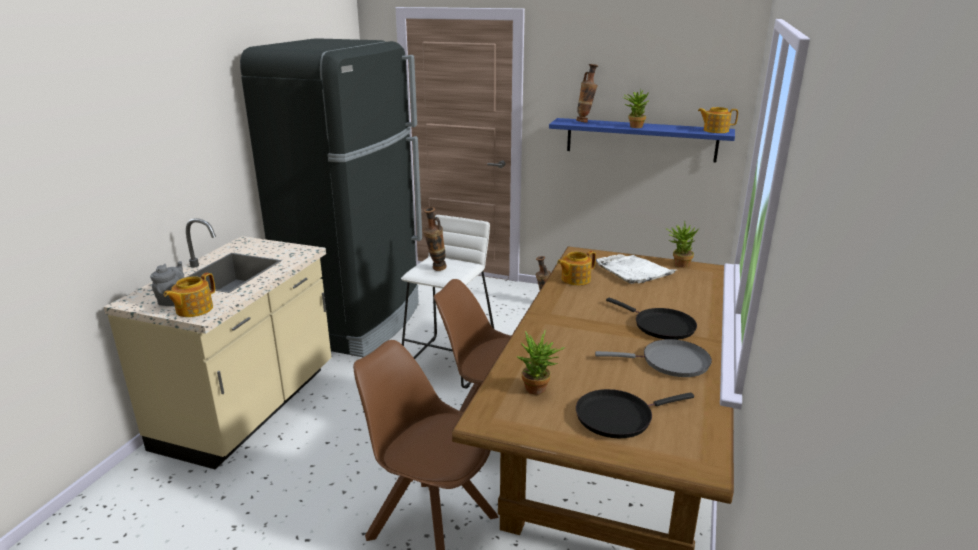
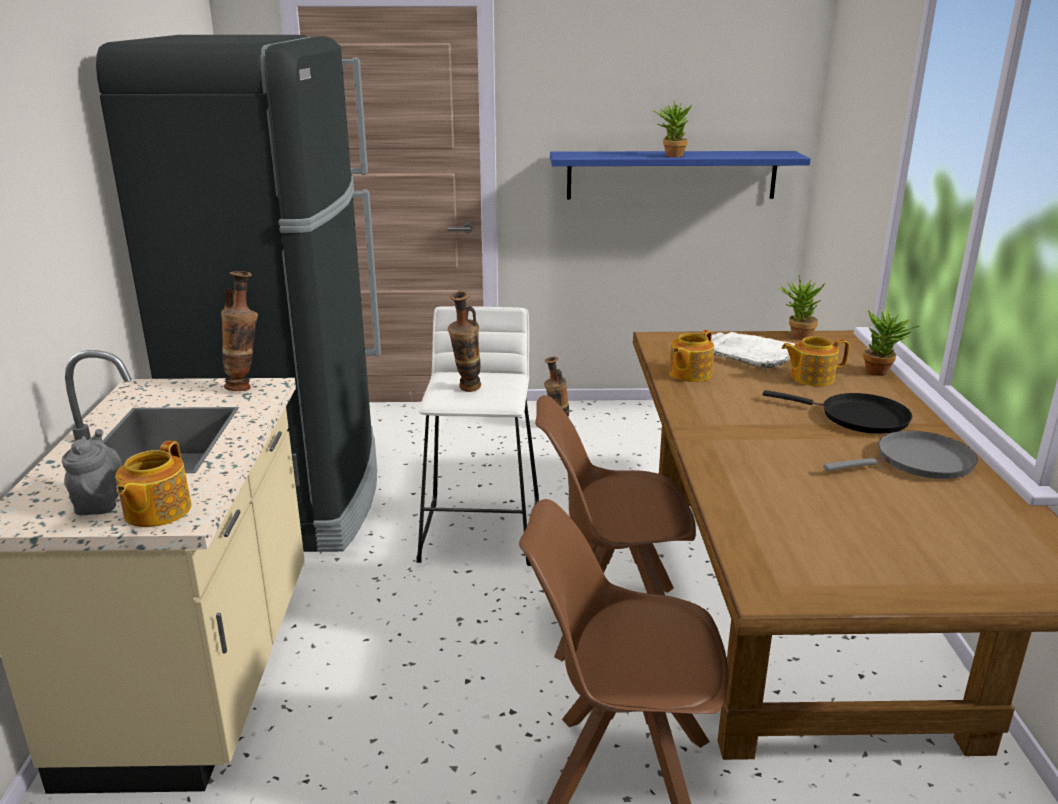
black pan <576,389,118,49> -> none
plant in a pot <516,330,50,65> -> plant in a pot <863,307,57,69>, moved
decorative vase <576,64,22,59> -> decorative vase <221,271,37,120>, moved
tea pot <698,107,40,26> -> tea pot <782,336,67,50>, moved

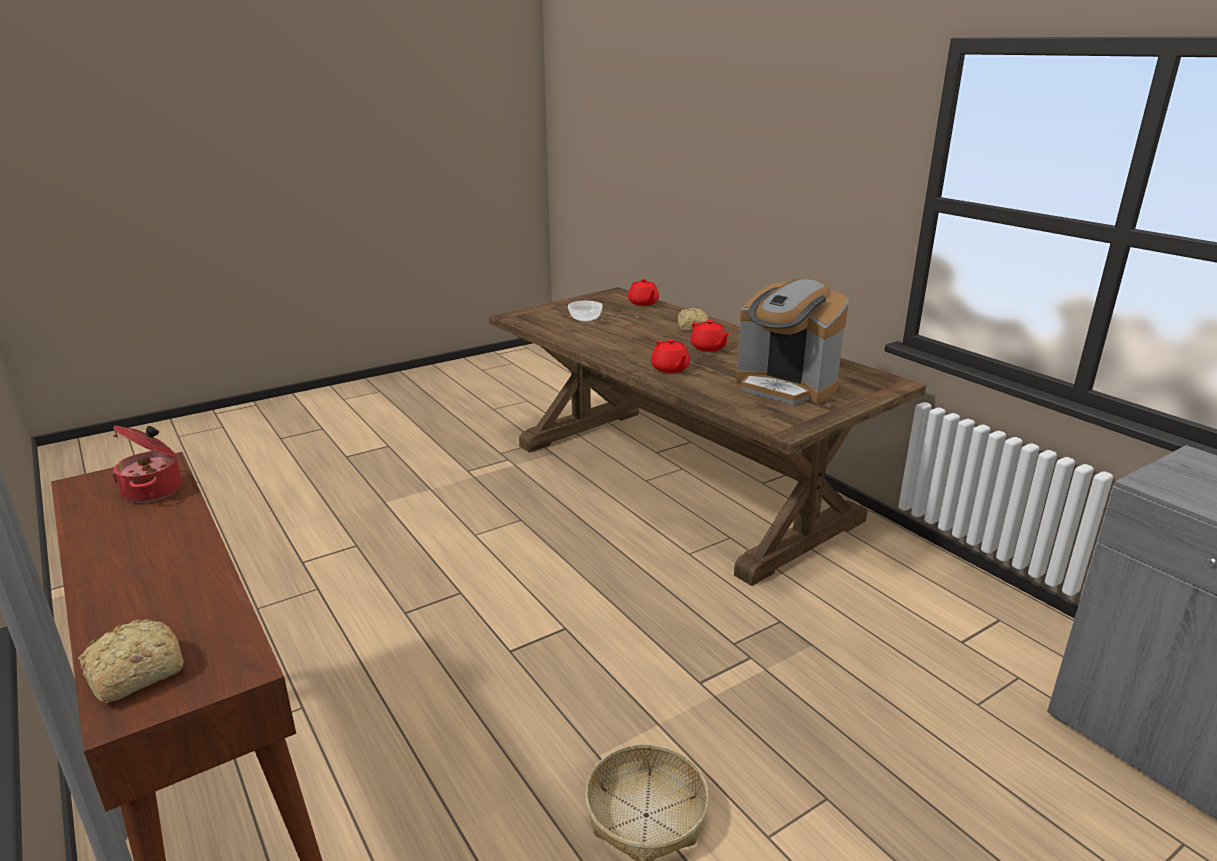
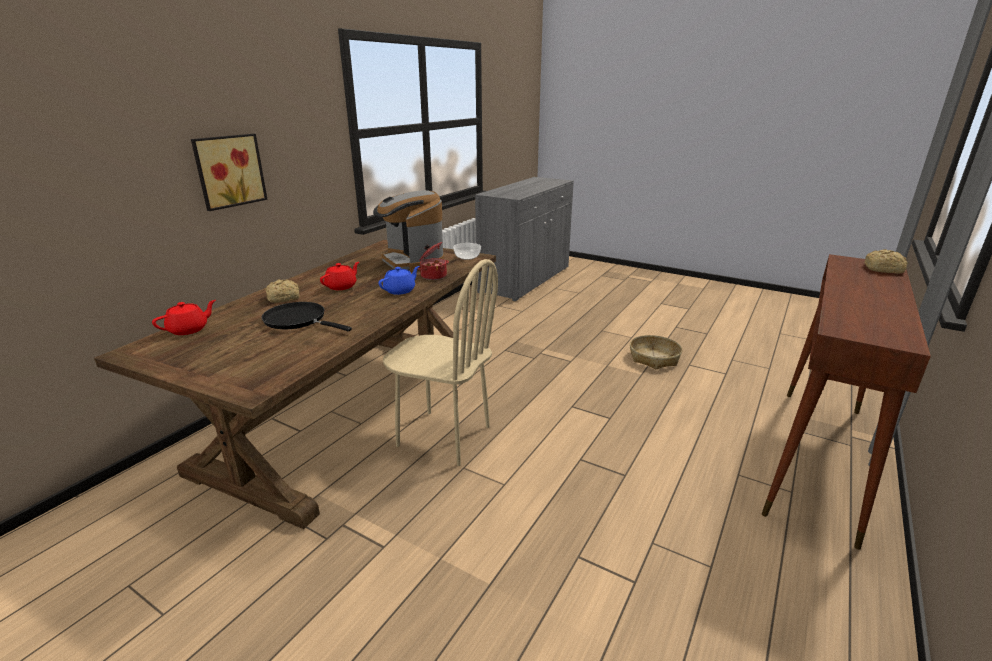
none -> picture <191,134,77,77>
none -> black pan <261,302,91,29>
none -> sand-coloured upright chair <383,259,115,207>
stockpot <112,426,70,77> -> stockpot <418,242,31,38>, moved
serving bowl <568,301,35,21> -> serving bowl <453,243,28,17>, moved
red tea pot <651,339,39,34> -> blue tea pot <379,266,40,29>
coffee machine <736,279,112,126> -> coffee machine <373,190,71,82>, 135 degrees clockwise

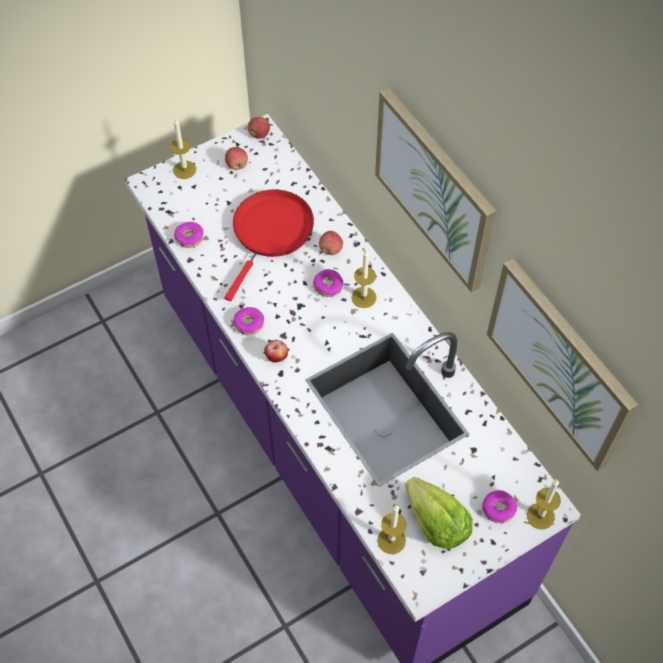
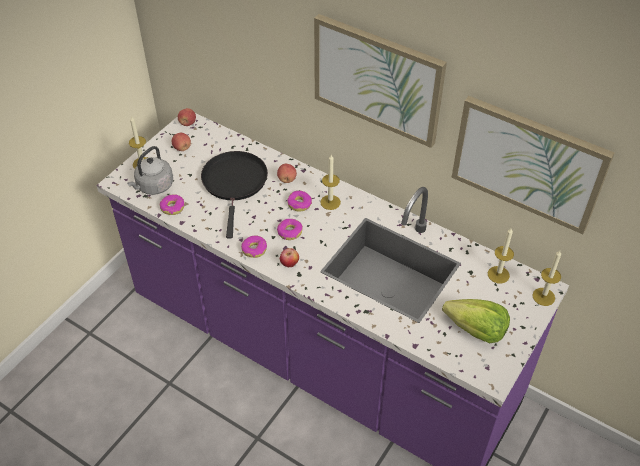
none -> grey tea kettle <127,146,46,49>
wax candle <377,505,29,49> -> wax candle <488,228,26,56>, moved
doughnut <482,490,35,34> -> doughnut <277,219,26,21>, moved
red pan <225,190,89,111> -> black pan <201,151,67,87>

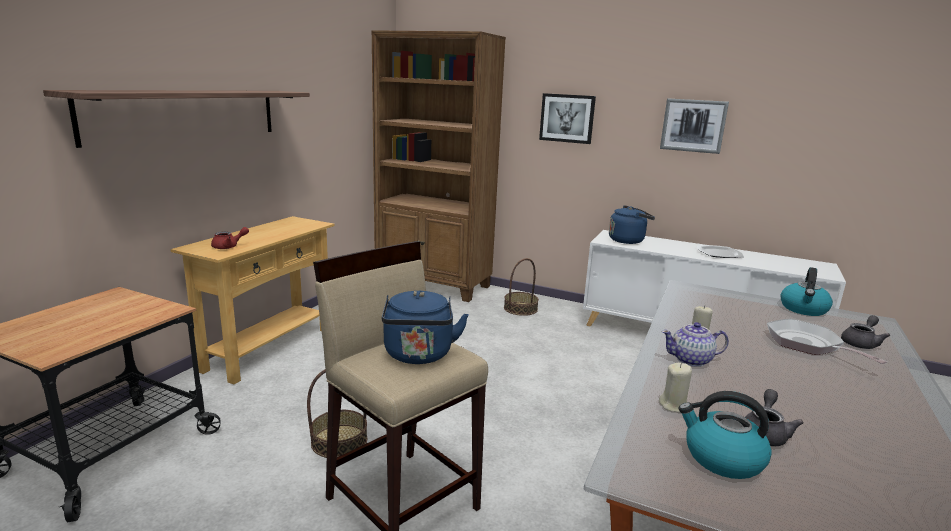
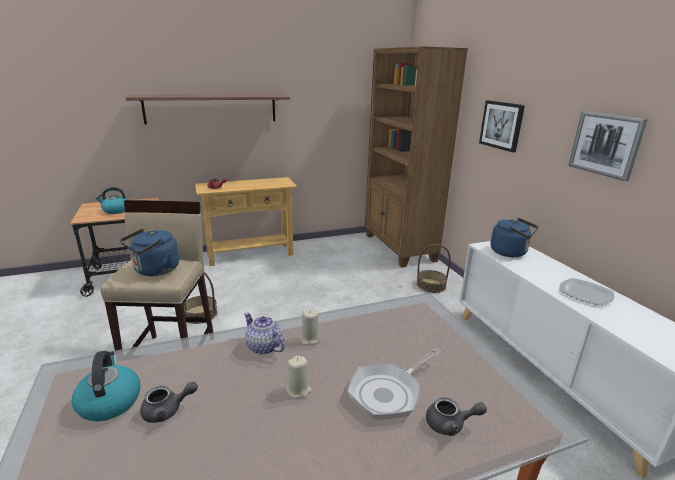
sand-coloured wax candle <659,363,33,50> -> sand-coloured wax candle <286,356,26,42>, moved
tea kettle <780,267,53,49> -> tea kettle <95,187,32,27>, moved
pan <767,319,120,45> -> pan <347,348,94,72>, 150 degrees counterclockwise

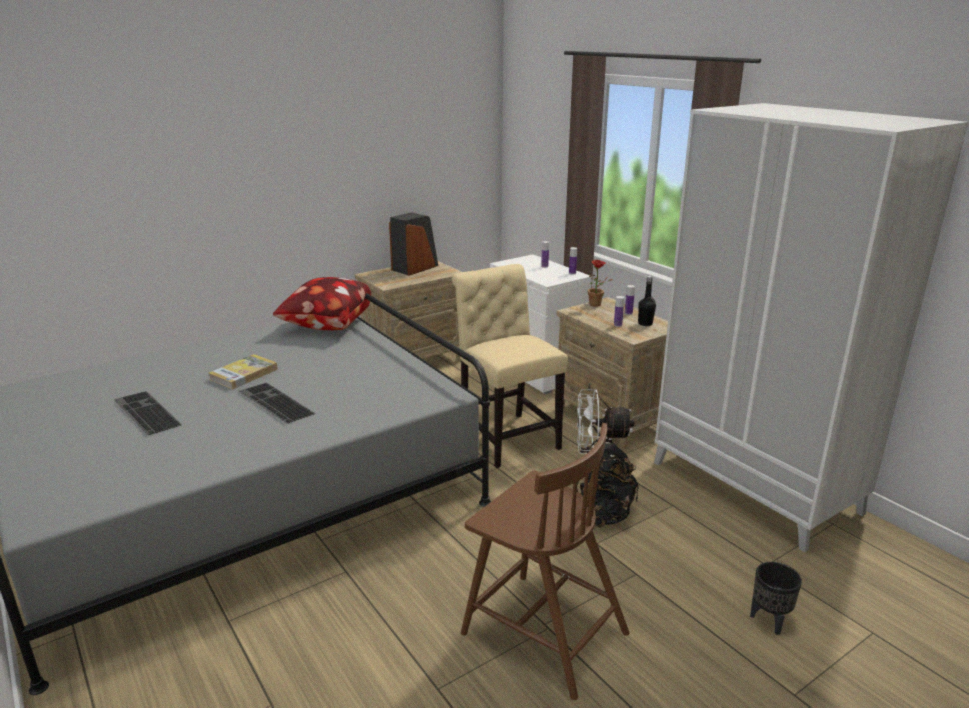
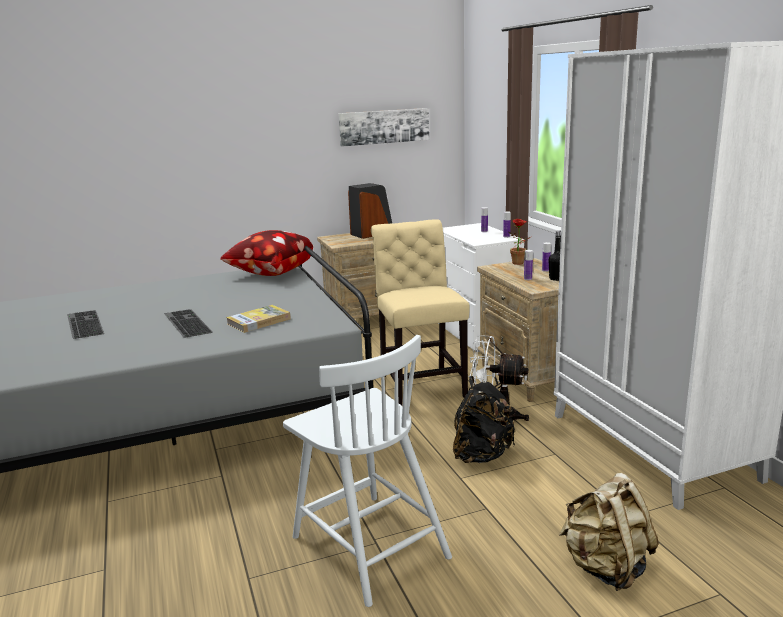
none -> picture <338,108,91,39>
book <209,354,69,35> -> book <226,305,65,28>, moved
black planter <750,562,52,73> -> sand-coloured rucksack <558,473,101,118>
brownish upright chair <461,423,168,277> -> white-coloured upright chair <283,335,169,272>

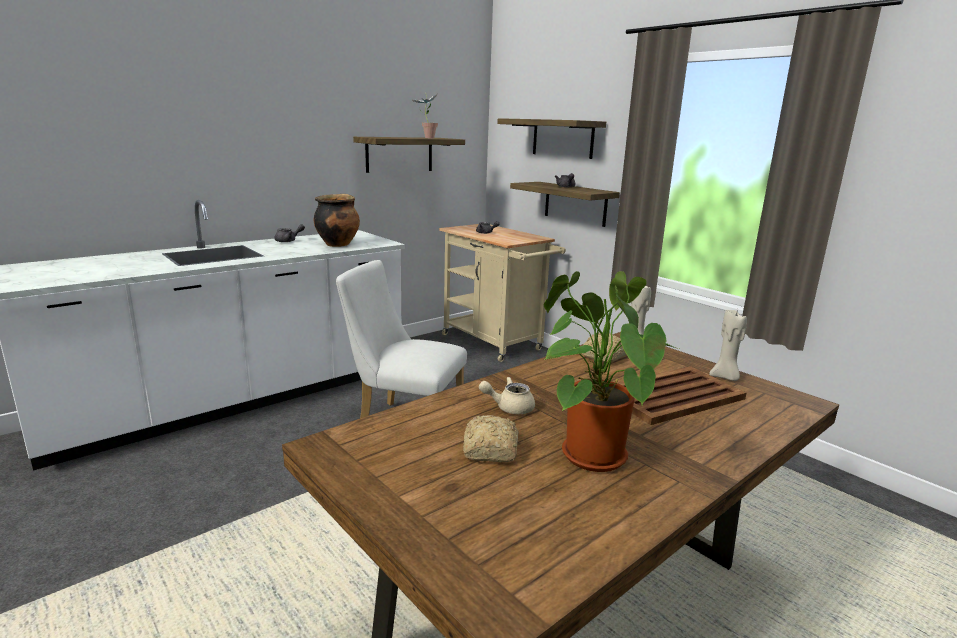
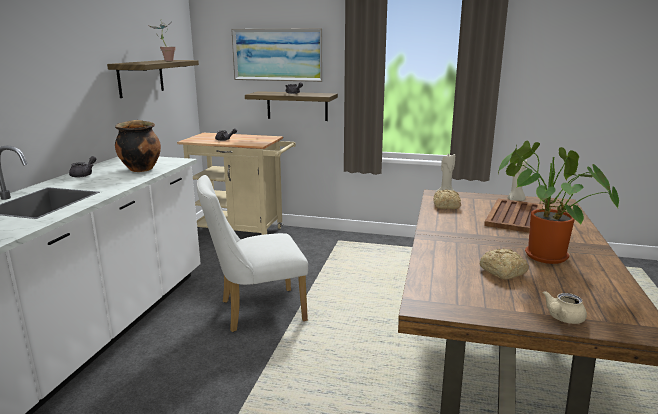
sand-coloured tea pot <479,377,56,37> -> sand-coloured tea pot <543,291,44,33>, moved
wall shelf <497,118,109,41> -> picture <231,28,92,54>

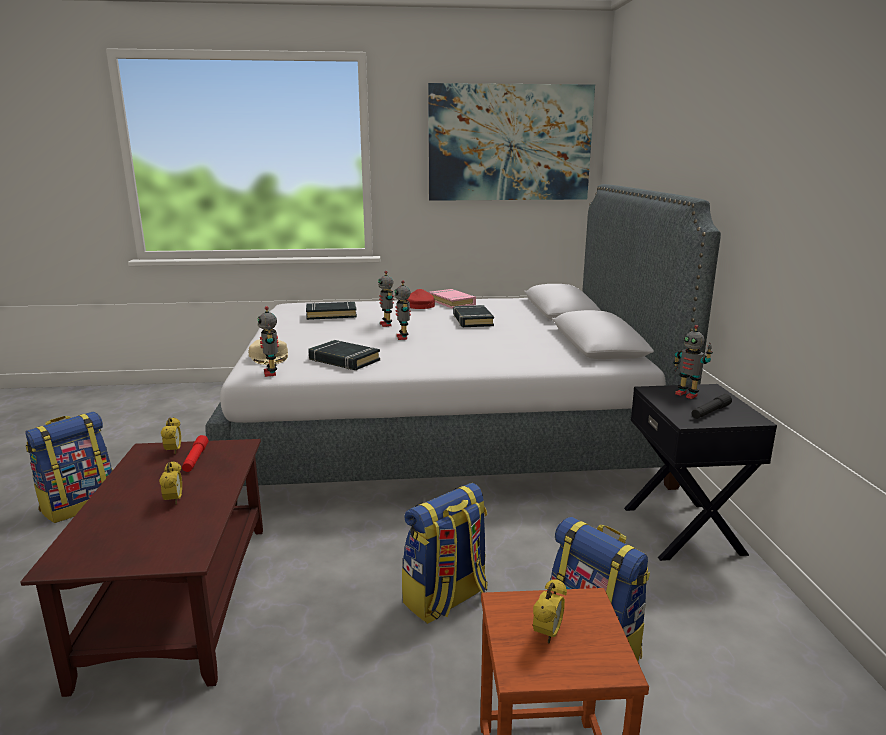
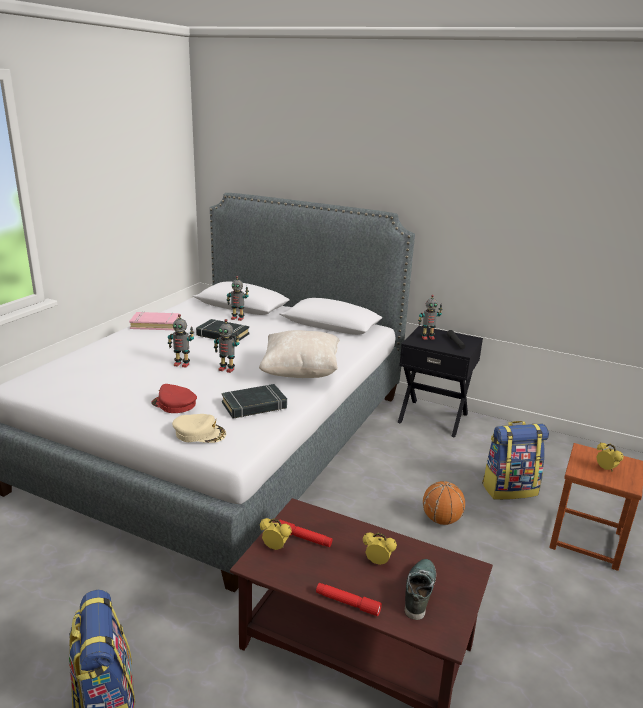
black book <306,302,51,18> -> none
picture <428,83,167,118> -> none
none -> sand-coloured throw pillow <259,330,81,48>
none -> red torch <316,583,66,33>
none -> item of footwear <405,559,31,61>
toy robot <258,306,21,71> -> toy robot <227,276,22,45>, moved
red peaked cap <407,289,28,20> -> red peaked cap <151,384,46,29>, moved
rucksack <402,483,86,141> -> basketball ball <423,481,42,44>

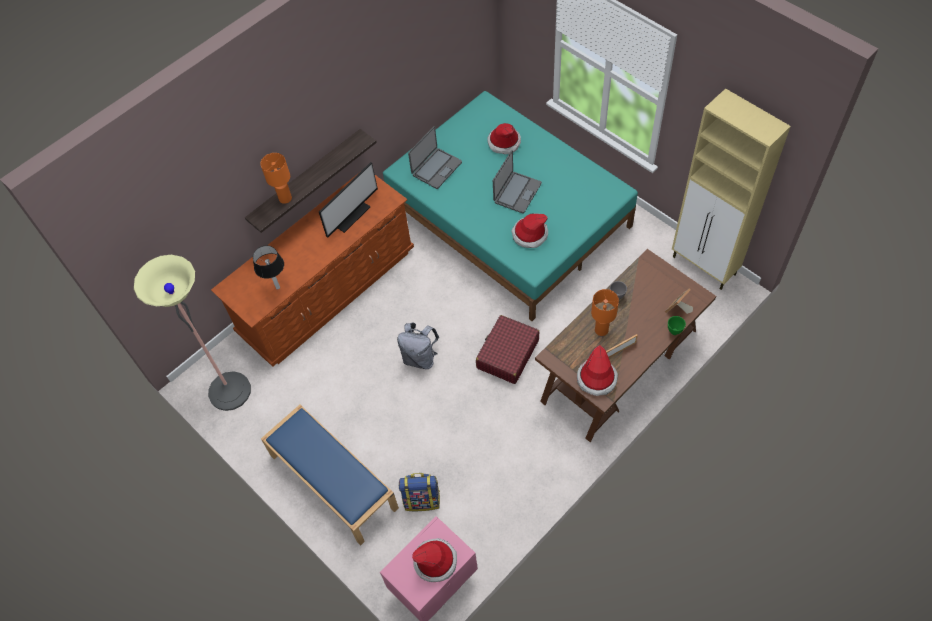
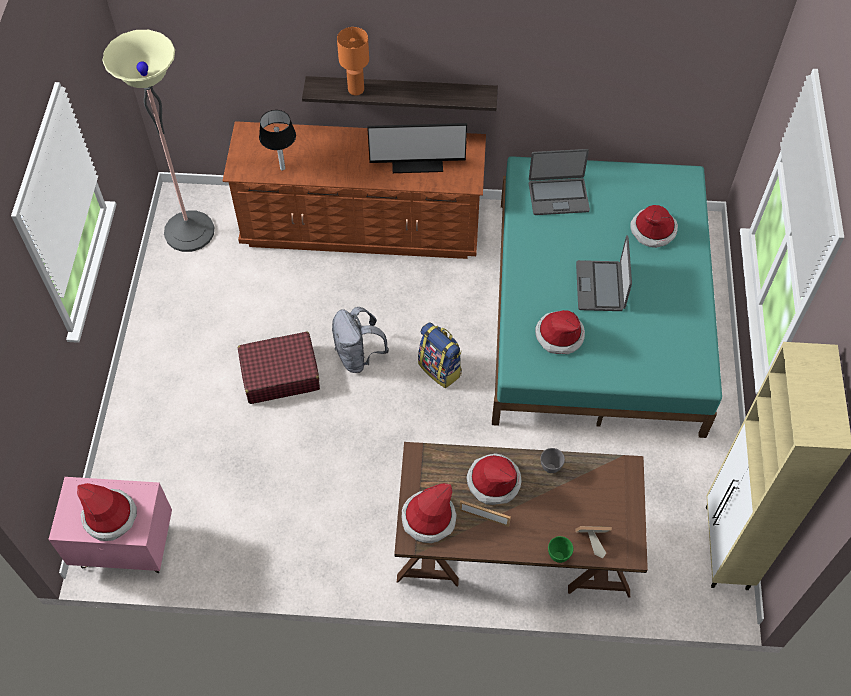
blue indoor bench <261,405,138,141> -> none
rucksack <399,473,41,38> -> rucksack <418,322,44,66>, moved
red suitcase <476,315,63,69> -> red suitcase <238,331,82,73>, moved
orange tabletop lamp <591,289,28,47> -> wearable hat <466,453,56,52>
notebook computer <493,150,49,64> -> notebook computer <576,235,56,76>, 105 degrees clockwise

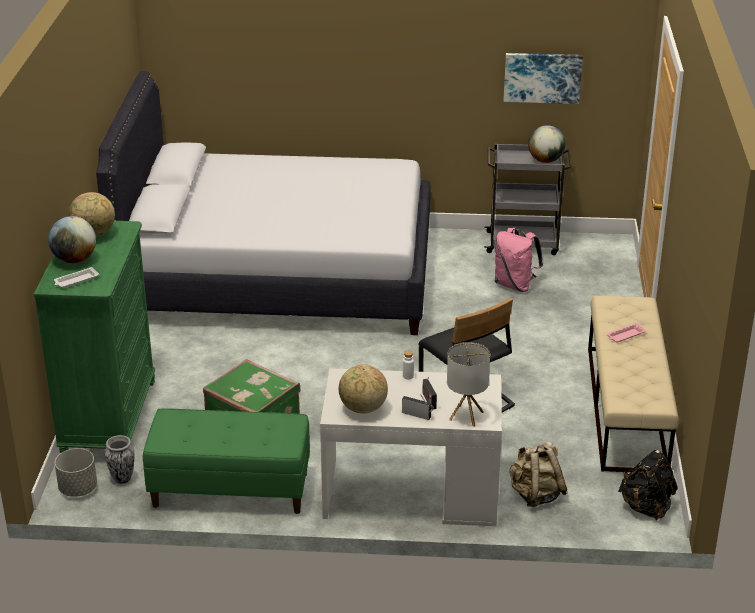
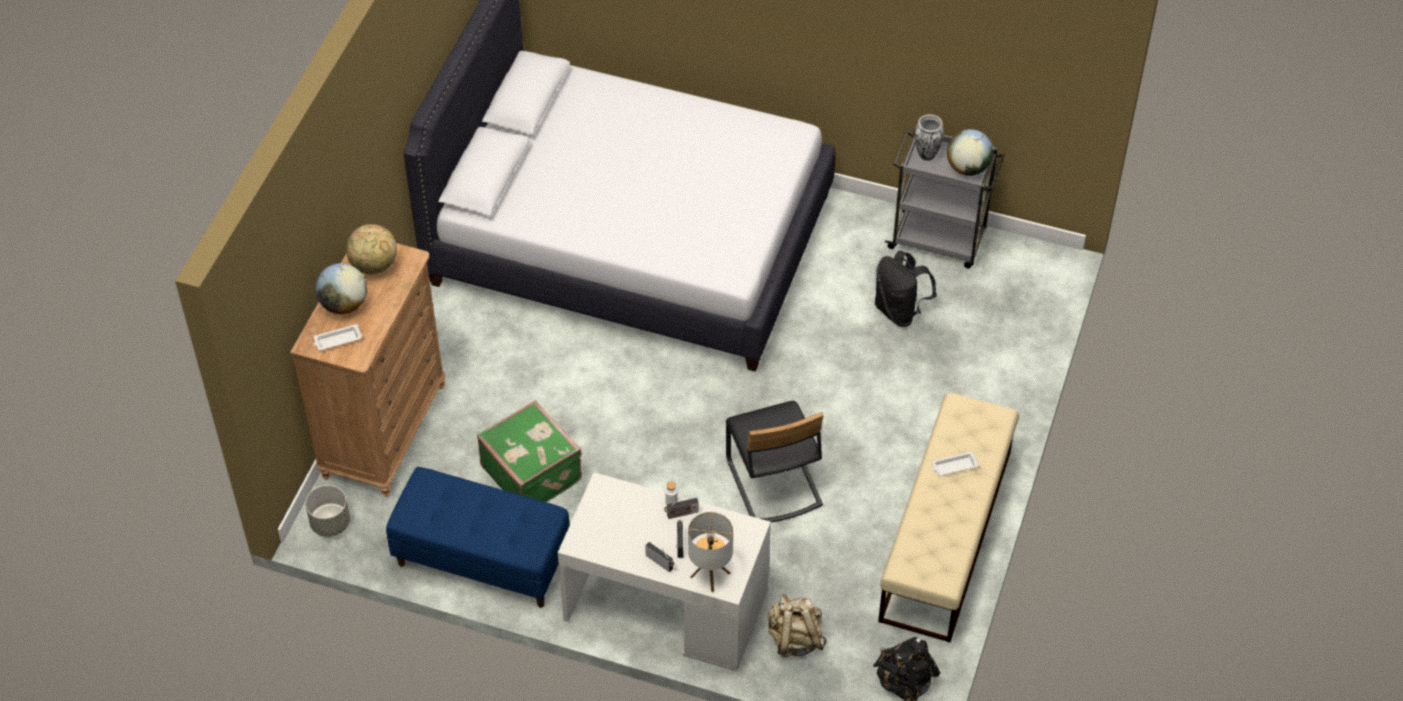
world globe <339,364,49,50> -> none
picture <504,53,79,51> -> none
none -> radio set <664,498,34,21>
decorative vase <105,435,29,49> -> decorative vase <915,114,29,47>, moved
green chest of drawers <34,221,121,232> -> brownish chest of drawers <290,243,155,254>
green indoor bench <143,408,167,106> -> blue indoor bench <386,467,184,141>
pink-coloured rucksack <495,228,48,64> -> black rucksack <875,251,62,76>
pink-coloured tray <607,323,39,20> -> white-coloured tray <932,451,47,25>

